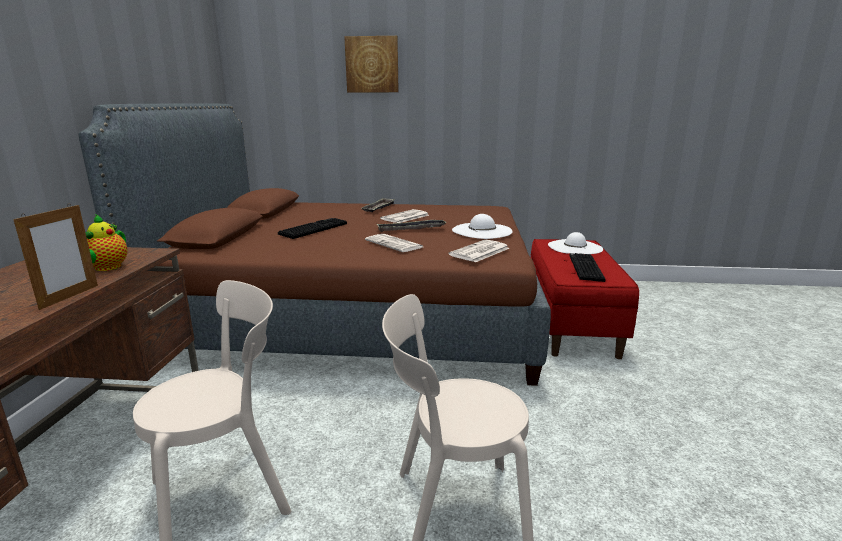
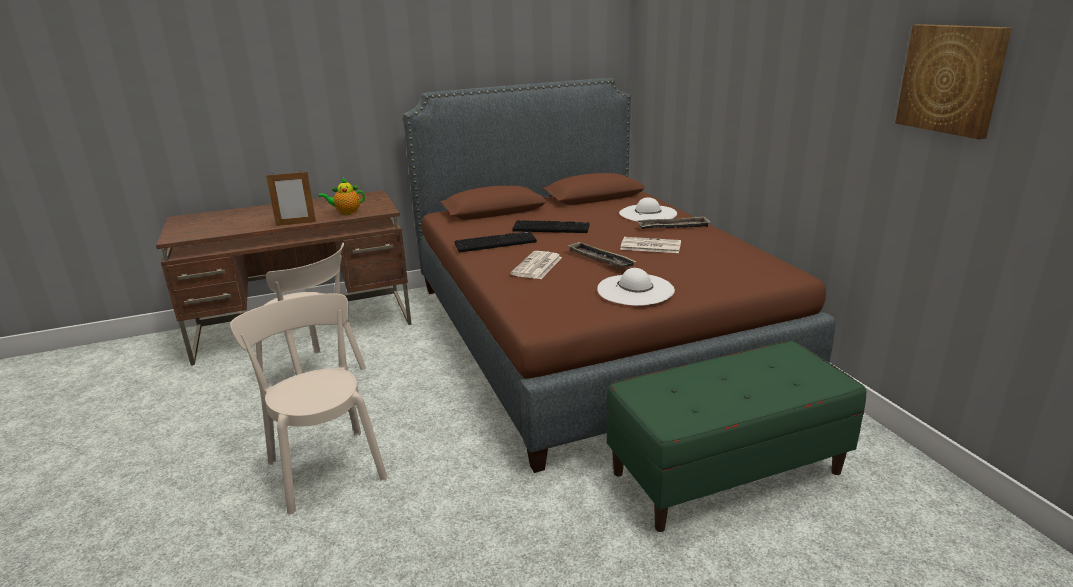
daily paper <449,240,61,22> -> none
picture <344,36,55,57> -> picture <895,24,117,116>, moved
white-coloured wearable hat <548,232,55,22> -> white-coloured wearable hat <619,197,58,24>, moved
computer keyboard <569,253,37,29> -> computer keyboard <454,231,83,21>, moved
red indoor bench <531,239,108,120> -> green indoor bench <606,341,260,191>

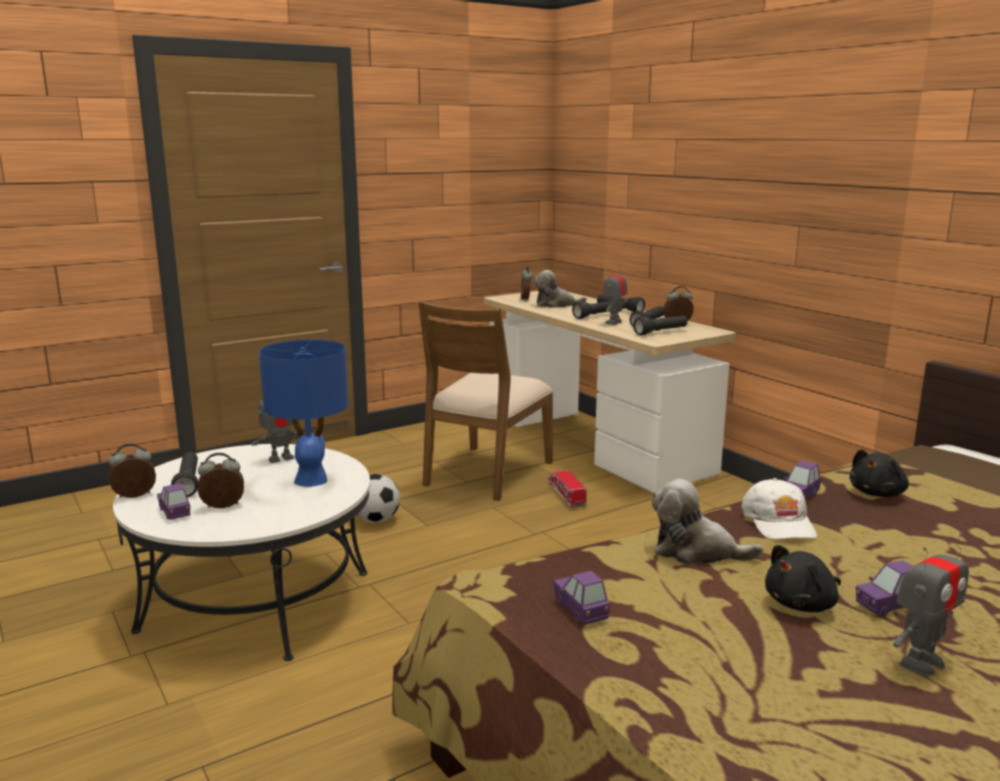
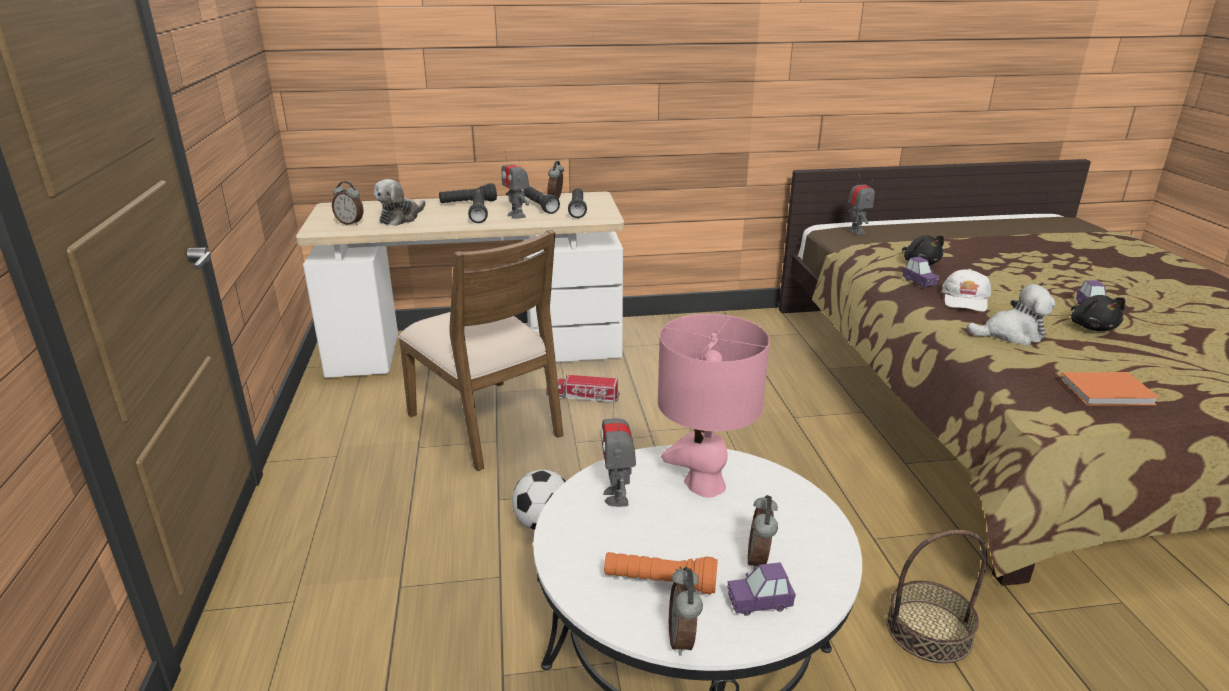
none -> storage basket <886,530,101,134>
toy robot <893,532,76,144> -> toy robot <848,174,27,61>, moved
purple miniature car <553,571,57,54> -> orange book <1060,372,99,33>
black torch <171,452,27,45> -> orange torch <604,552,114,43>
blue tabletop lamp <259,339,90,148> -> pink-coloured tabletop lamp <658,314,112,184>
cuddly toy <652,479,111,86> -> cuddly toy <967,284,89,62>, 135 degrees counterclockwise
white-coloured peaked cap <741,478,76,62> -> white-coloured peaked cap <942,269,49,42>, 90 degrees clockwise

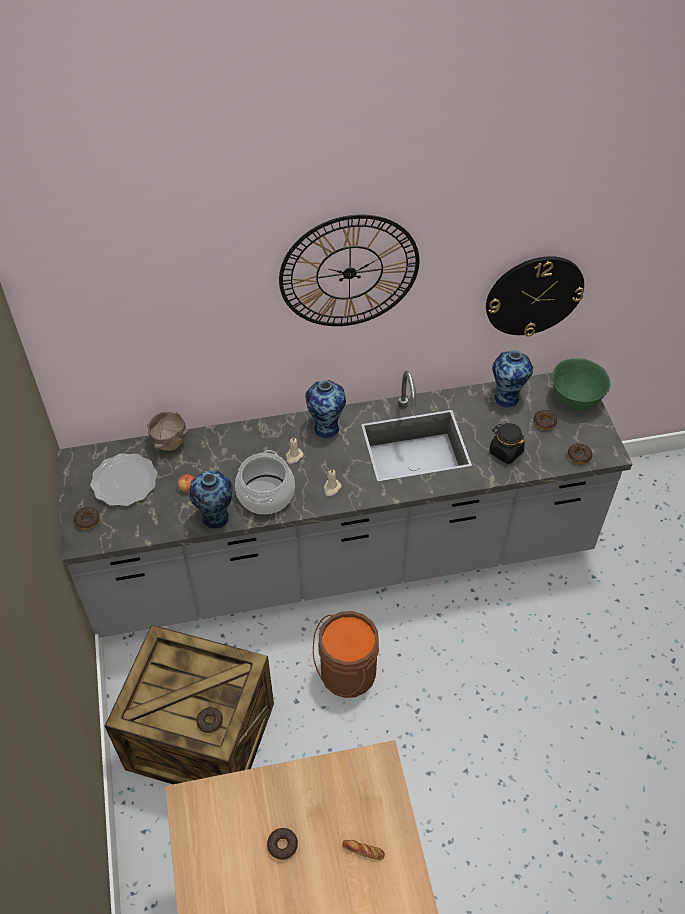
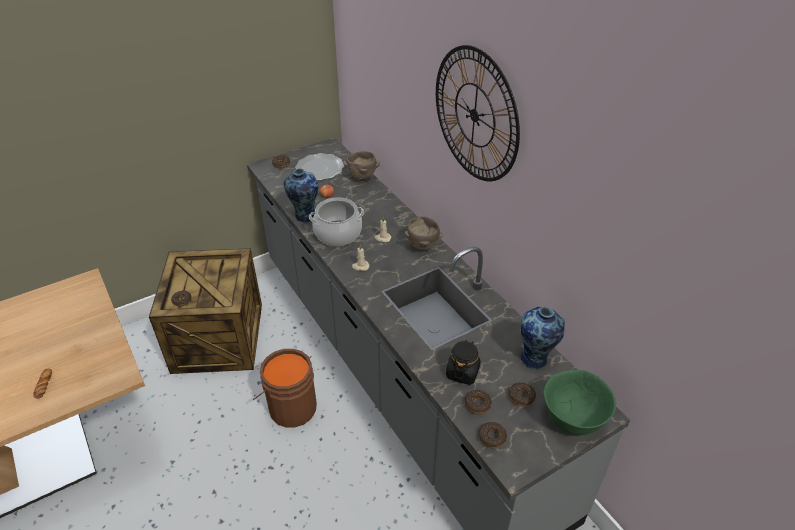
wall clock <486,256,98,81> -> none
doughnut <267,828,31,32> -> doughnut <464,390,28,24>, moved
decorative vase <305,380,41,58> -> brownish serving bowl <405,216,39,35>

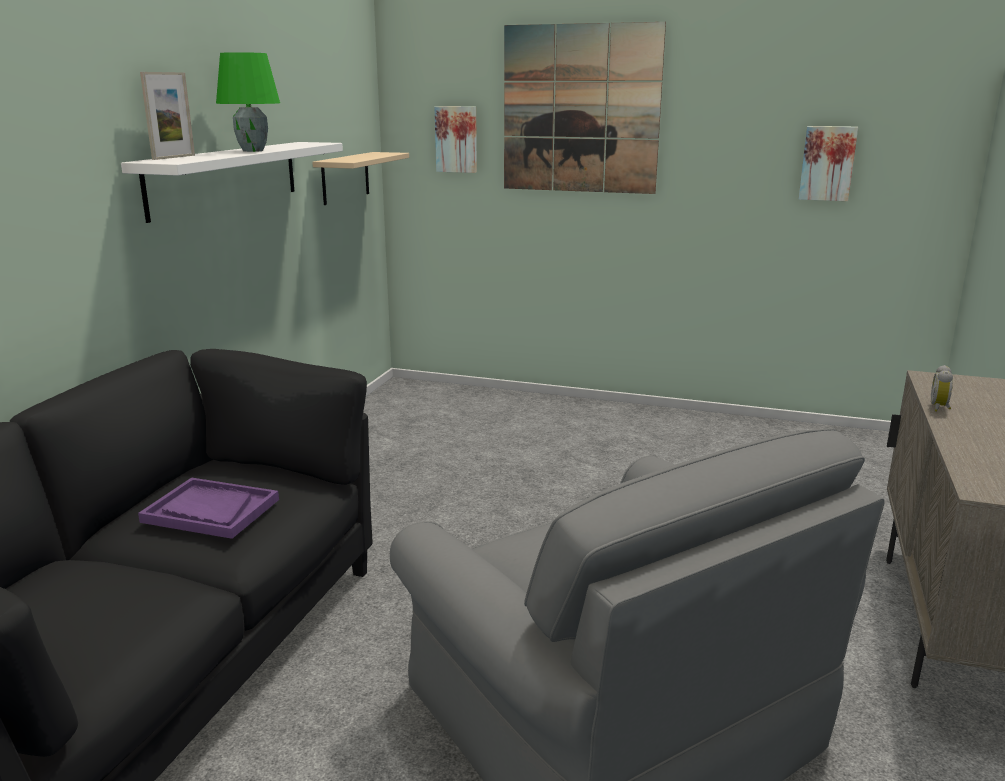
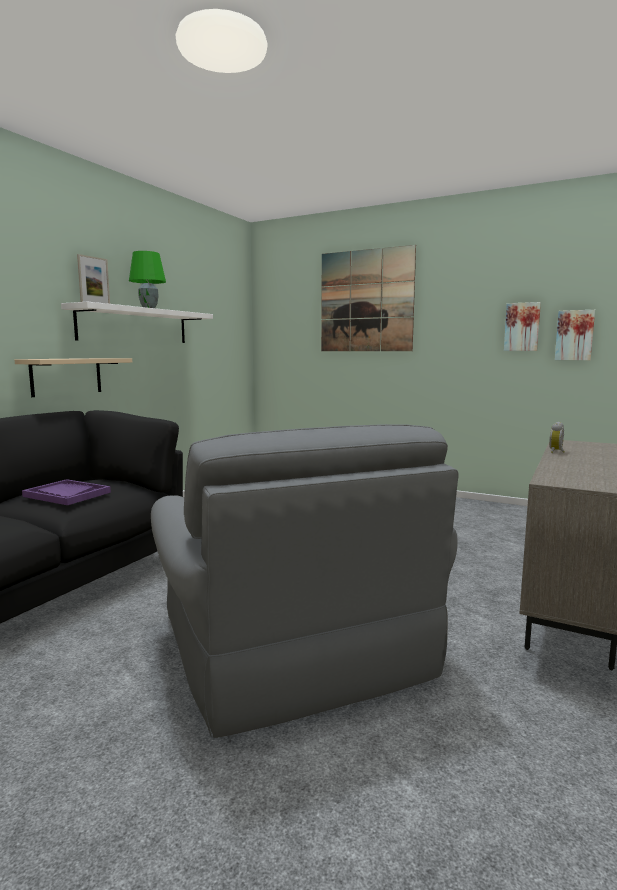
sand-coloured wall shelf <312,152,97,53> -> sand-coloured wall shelf <15,358,117,39>, moved
picture <435,106,42,67> -> picture <555,310,40,50>, moved

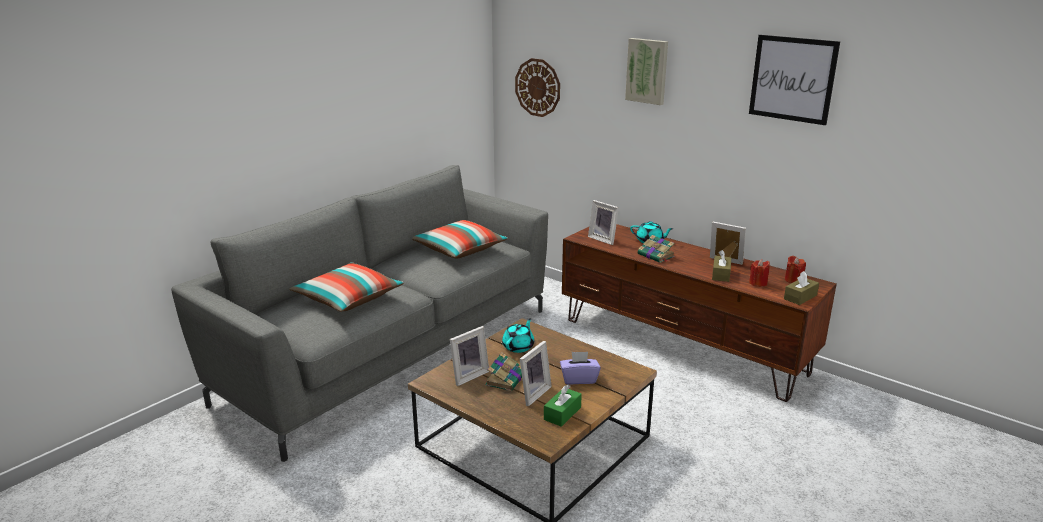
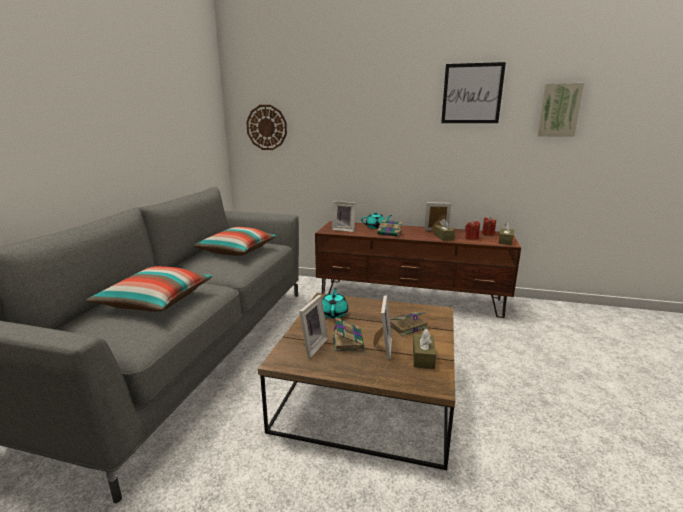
picture <625,38,43,67> -> picture <537,83,47,54>, moved
purple box of tissues <560,352,41,33> -> book <390,311,38,25>
green box of tissues <544,384,38,43> -> brownish box of tissues <413,328,23,41>

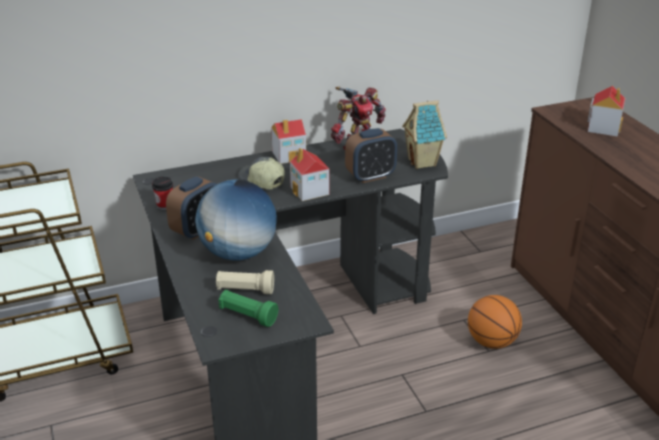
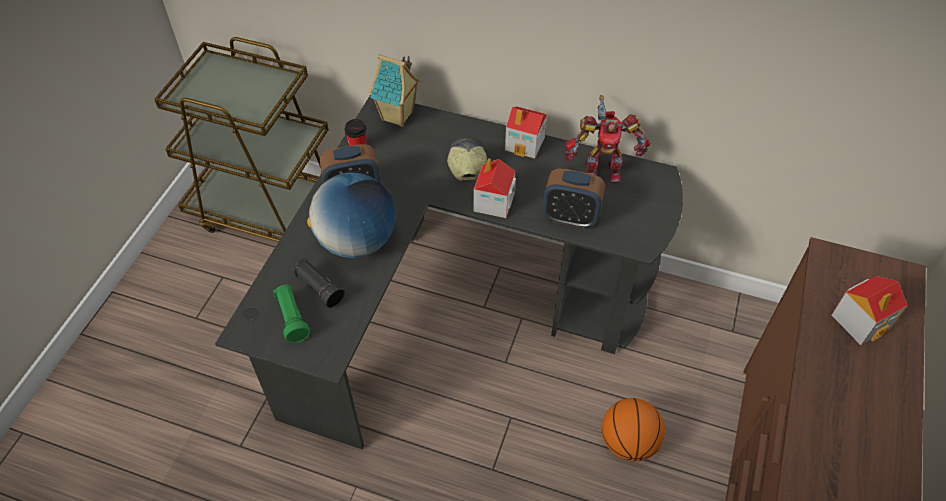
toy house <402,100,45,69> -> toy house <369,54,52,73>, moved
sand-coloured torch <216,270,58,24> -> black torch <292,259,53,49>

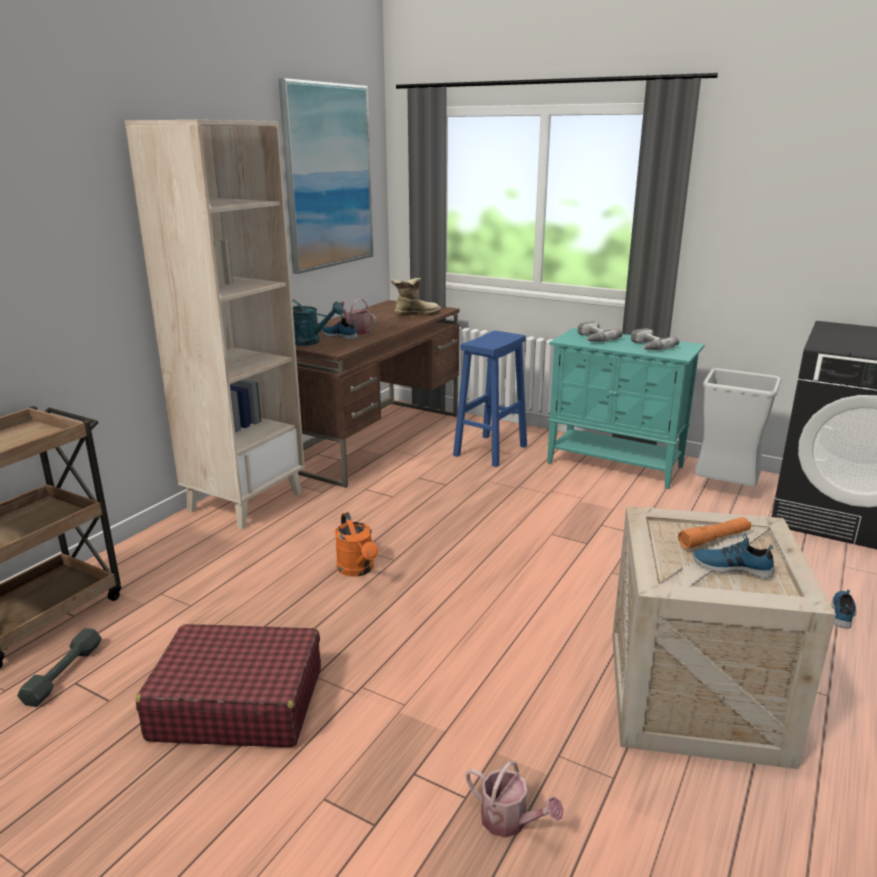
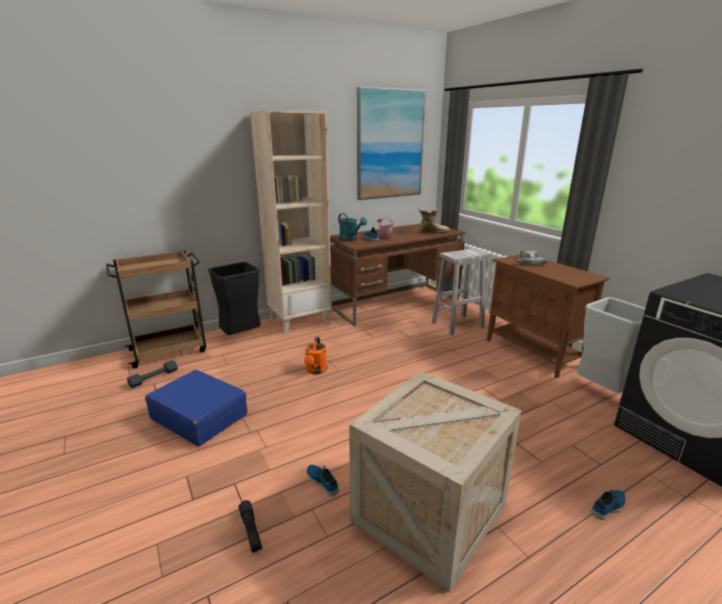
electric drill <631,328,48,22> -> none
orange torch <678,517,74,32> -> none
none -> black trash can <208,262,53,73>
item of footwear <693,534,82,44> -> item of footwear <307,465,32,31>, moved
sprinkling can <466,761,98,77> -> black torch <239,500,23,53>
red suitcase <136,624,185,123> -> blue suitcase <145,370,102,76>
blue stool <453,331,74,136> -> white-coloured stool <432,248,57,87>
turquoise-coloured cabinet <547,328,158,161> -> brownish cabinet <487,254,123,124>

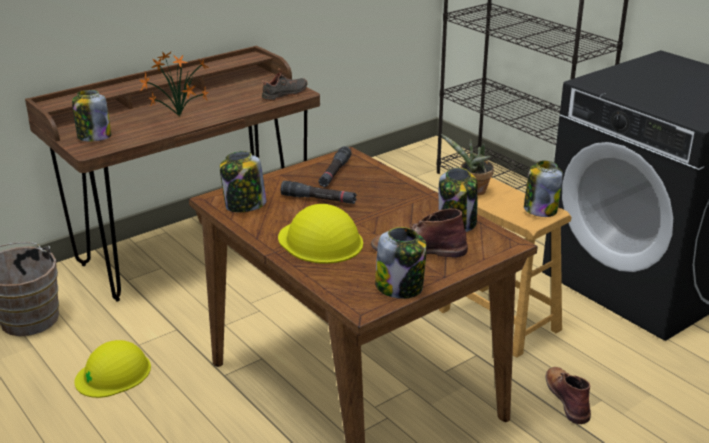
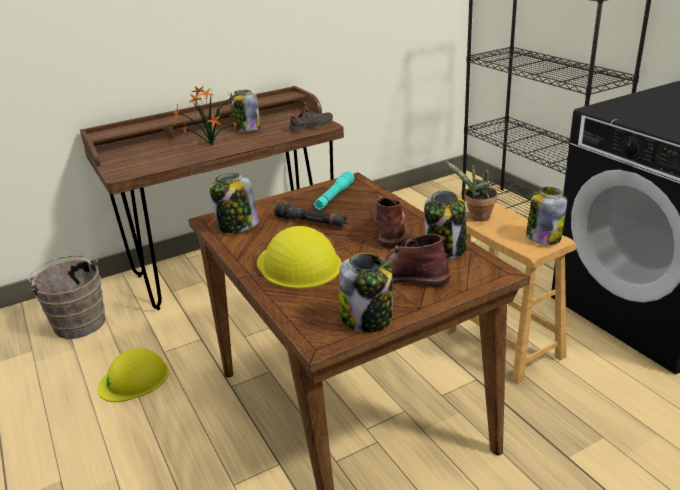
jar <72,90,39,52> -> jar <230,90,31,42>, moved
brownish tall boot <545,367,46,57> -> brownish tall boot <373,196,34,53>, moved
black torch <318,146,33,41> -> turquoise-coloured torch <314,171,40,39>

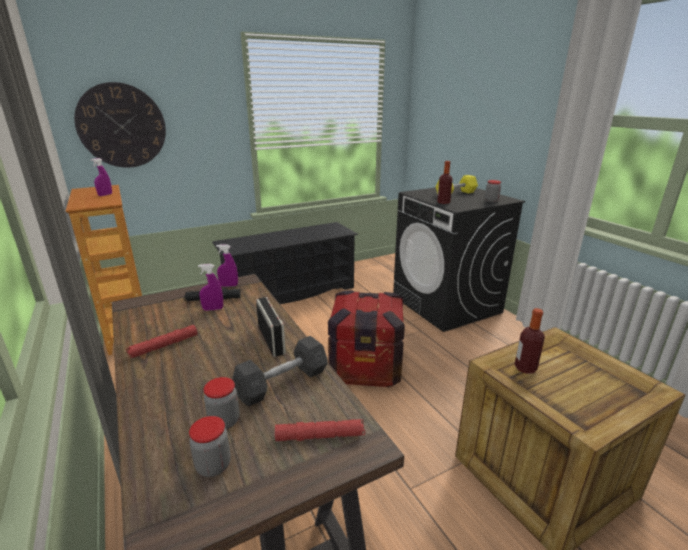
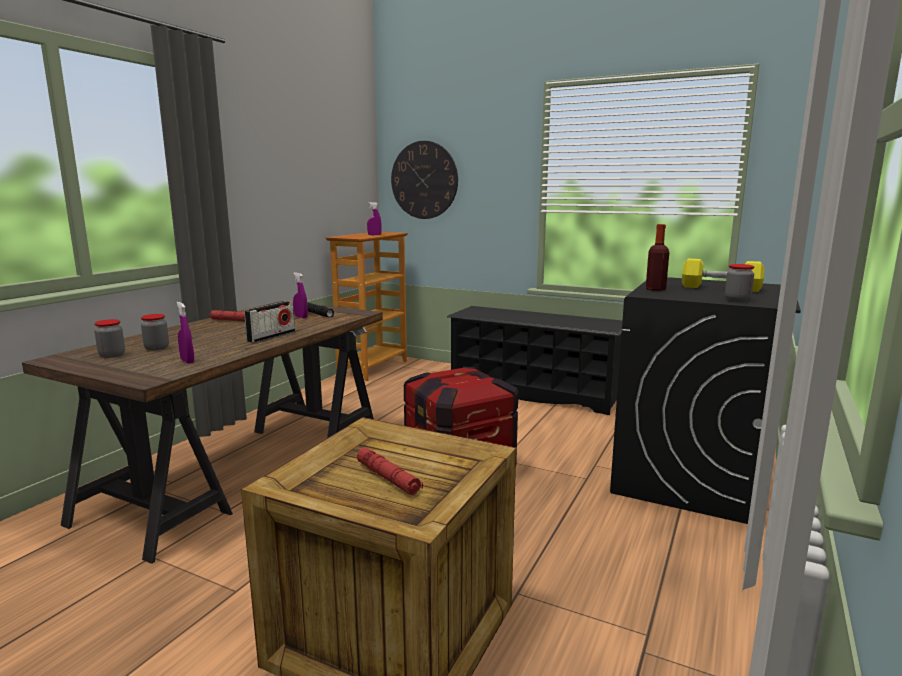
grey free weight <232,336,96,71> -> none
beverage bottle <514,308,31,66> -> none
purple hand sprayer <216,244,22,43> -> purple hand sprayer <177,302,17,62>, moved
red torch <275,419,90,22> -> red torch <357,448,66,47>, moved

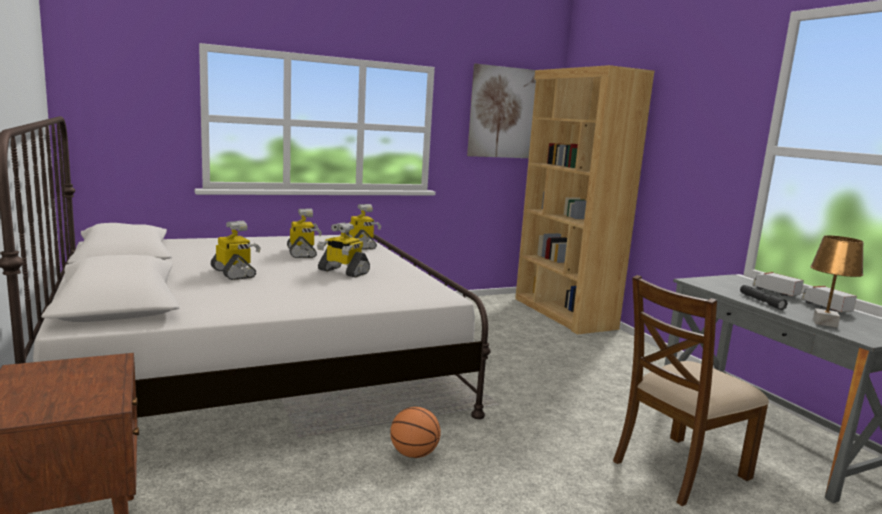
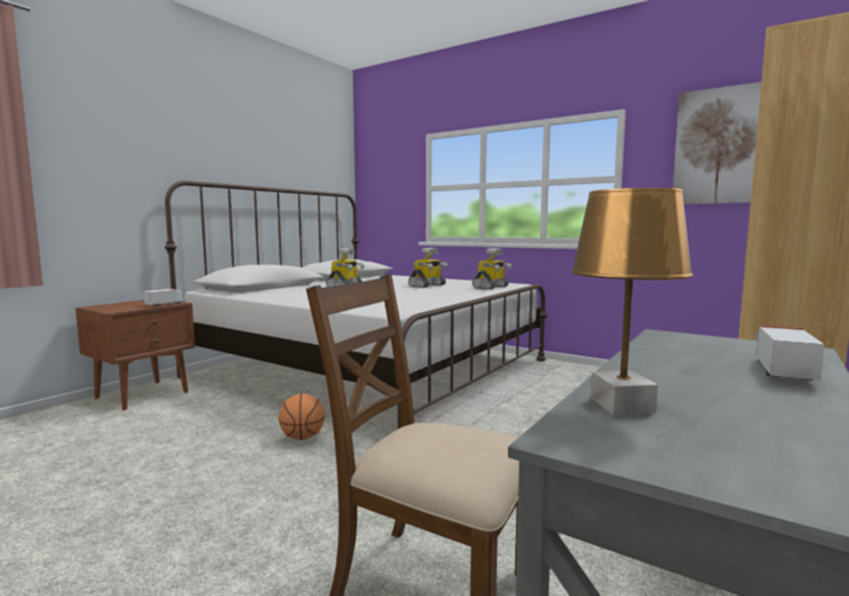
toy robot <317,222,53,56> -> none
grey torch <740,285,48,25> -> none
model truck <801,286,56,26> -> model truck <143,288,42,18>, moved

